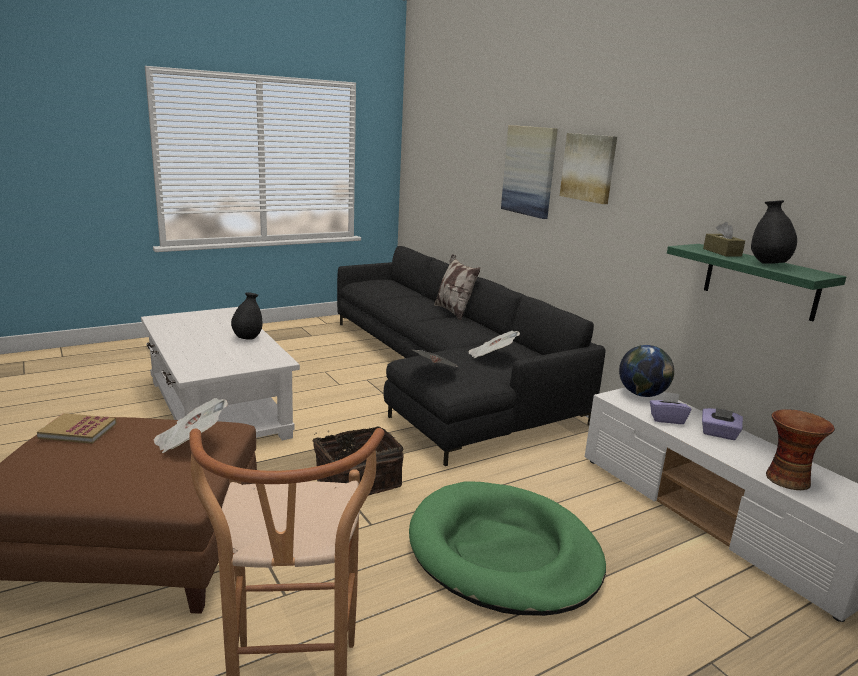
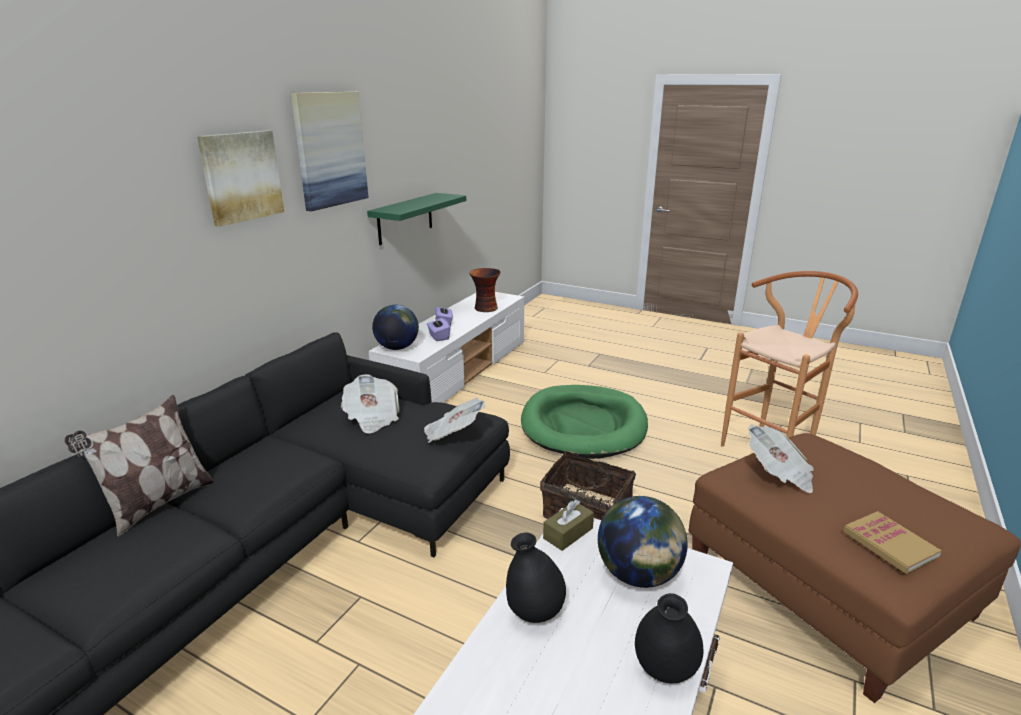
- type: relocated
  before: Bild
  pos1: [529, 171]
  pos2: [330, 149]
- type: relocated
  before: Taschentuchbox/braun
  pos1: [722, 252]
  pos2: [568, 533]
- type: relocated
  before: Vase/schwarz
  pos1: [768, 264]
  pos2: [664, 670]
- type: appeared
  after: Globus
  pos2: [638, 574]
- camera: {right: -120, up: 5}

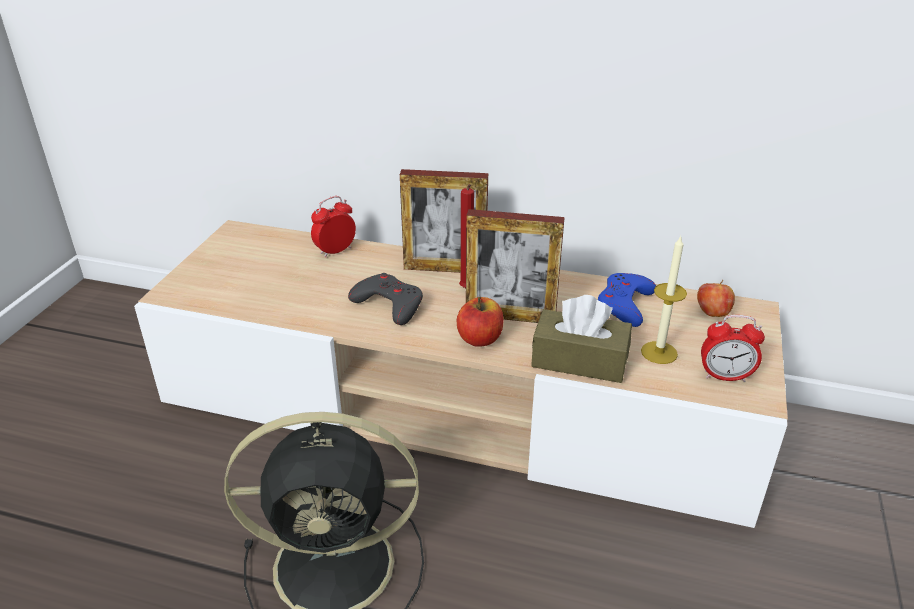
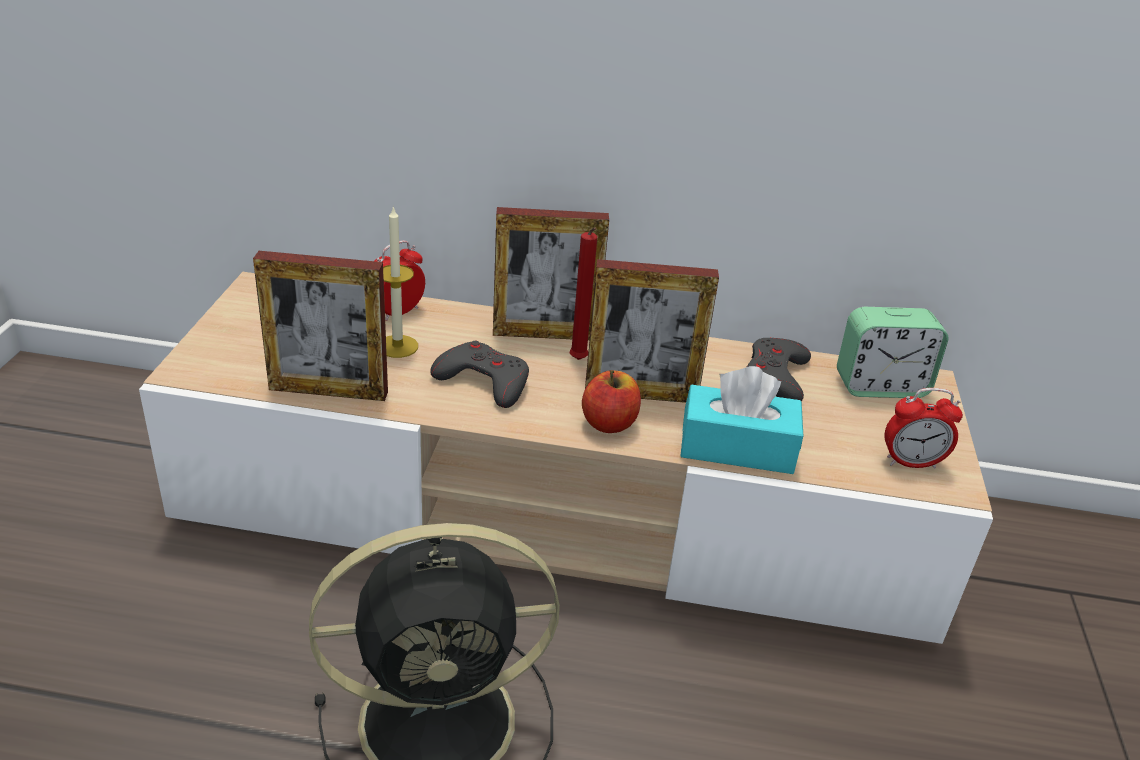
- type: colour
  before: Taschentuchbox/braun
  after: Taschentuchbox/türkis
  pos1: [579, 360]
  pos2: [737, 448]
- type: colour
  before: Gamepad/blau
  after: Gamepad/grau
  pos1: [625, 304]
  pos2: [776, 376]
- type: relocated
  before: Kerze
  pos1: [659, 352]
  pos2: [397, 346]
- type: exchanged
  before: Apfel
  after: Wecker
  pos1: [712, 313]
  pos2: [880, 386]
- type: appeared
  after: Bilderrahmen
  pos2: [328, 391]
- camera: {right: -10, up: 0}

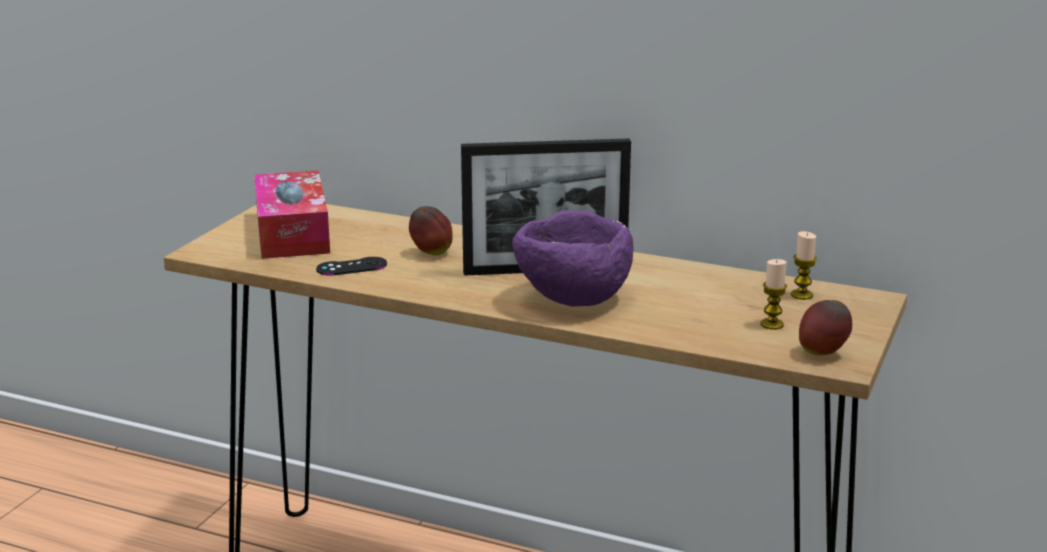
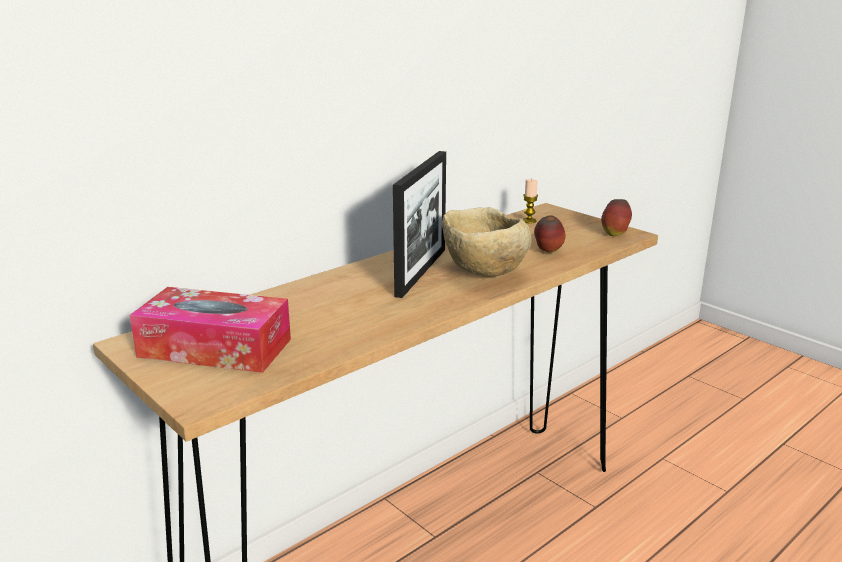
- type: missing
  before: Gamepad/schwarz
  pos1: [351, 267]
- type: relocated
  before: Apfel
  pos1: [431, 253]
  pos2: [548, 252]
- type: colour
  before: Schüssel/lila
  after: Schüssel/beige
  pos1: [572, 299]
  pos2: [483, 274]
- type: missing
  before: Kerze
  pos1: [771, 324]
- camera: {right: -65, up: 0}

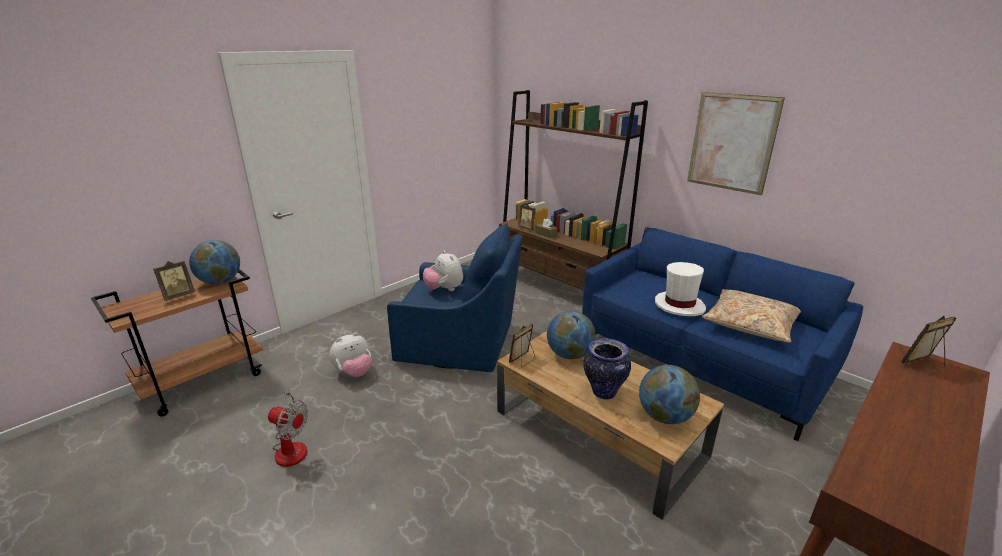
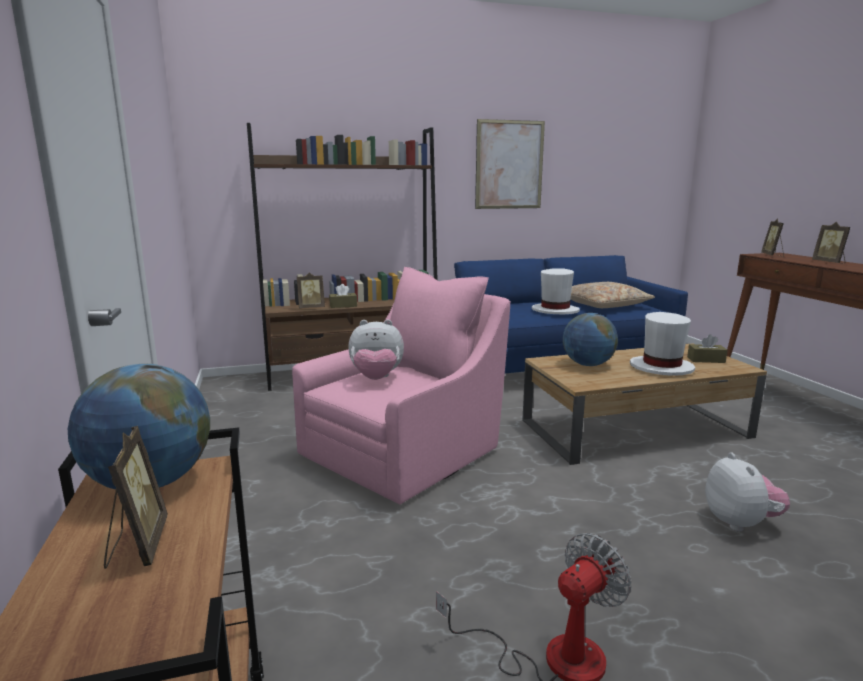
- type: relocated
  before: Plüschtier
  pos1: [354, 372]
  pos2: [740, 523]
- type: colour
  before: Sessel/blau
  after: Sessel/rosa
  pos1: [461, 343]
  pos2: [406, 451]
- type: relocated
  before: Bilderrahmen
  pos1: [523, 360]
  pos2: [829, 262]
- type: exchanged
  before: Vase
  after: Hut/weiß
  pos1: [603, 392]
  pos2: [661, 368]
- type: exchanged
  before: Globus
  after: Taschentuchbox/braun
  pos1: [664, 416]
  pos2: [706, 360]
- camera: {right: -60, up: -10}

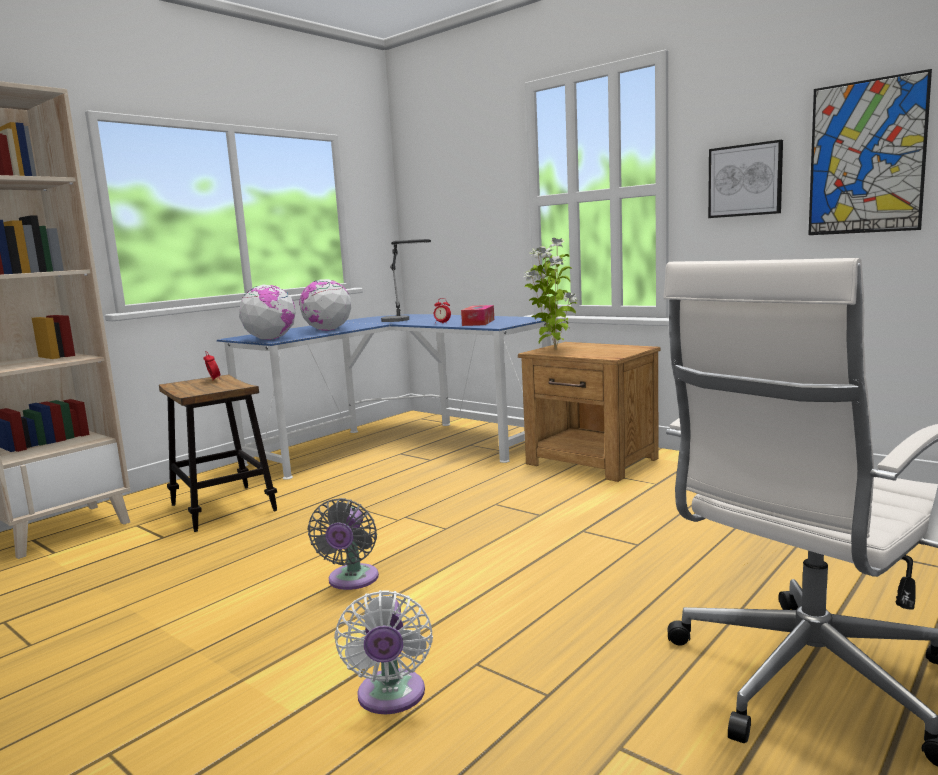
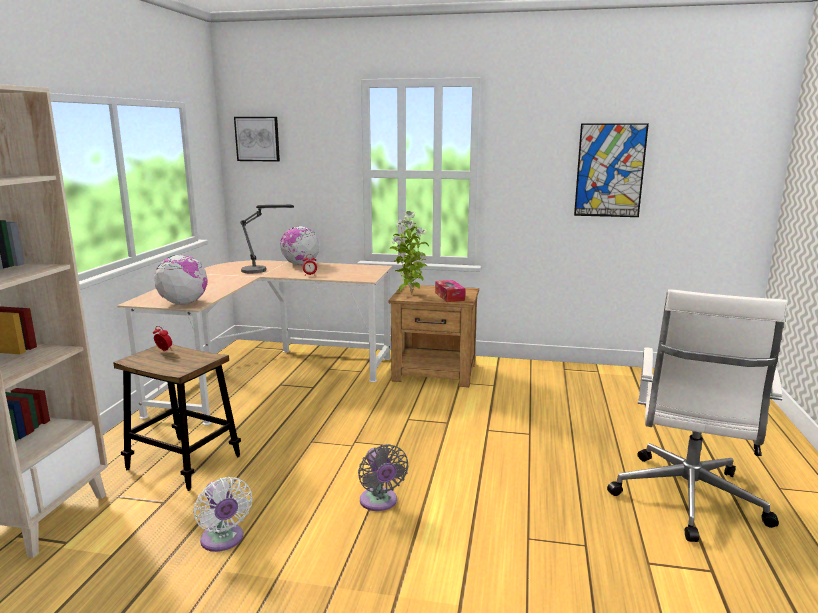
- type: colour
  before: Schreibtisch/blau
  after: Schreibtisch/beige
  pos1: [399, 444]
  pos2: [267, 375]
- type: relocated
  before: Globus
  pos1: [327, 330]
  pos2: [300, 264]
- type: relocated
  before: Ventilator/weiß
  pos1: [390, 698]
  pos2: [223, 540]
- type: relocated
  before: Taschentuchbox
  pos1: [478, 322]
  pos2: [449, 296]
- type: relocated
  before: Bild
  pos1: [745, 180]
  pos2: [257, 139]
- camera: {right: -30, up: 5}

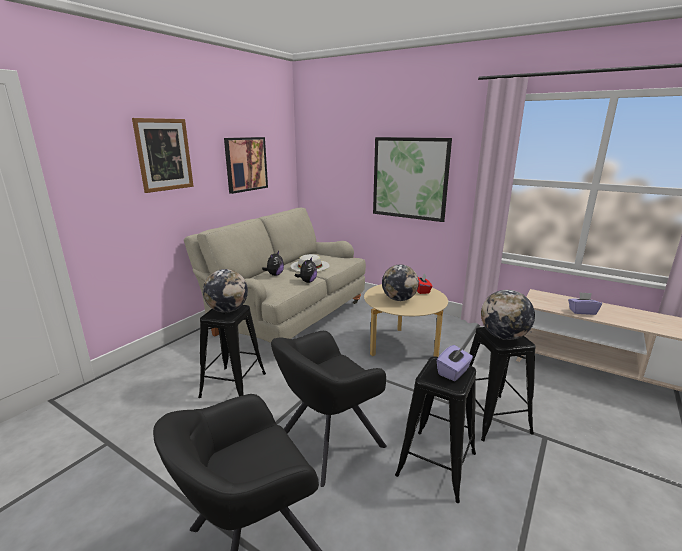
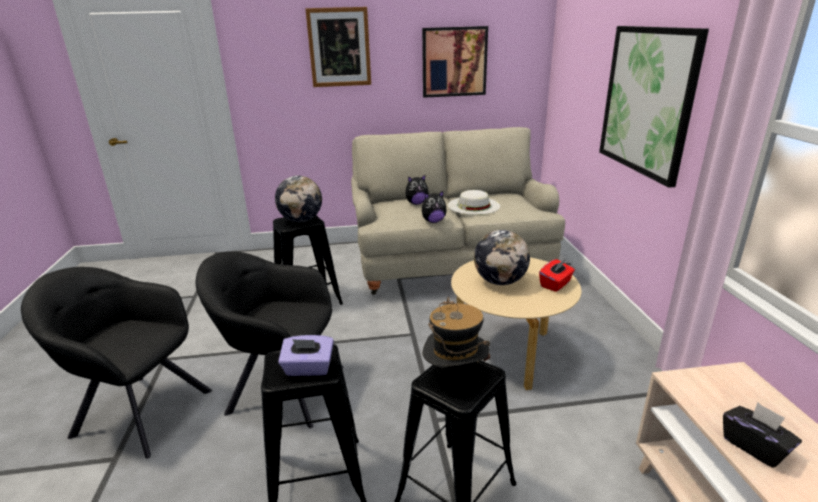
- type: exchanged
  before: Globus
  after: Hut
  pos1: [503, 336]
  pos2: [455, 376]
- type: colour
  before: Taschentuchbox/lila
  after: Taschentuchbox/schwarz
  pos1: [582, 311]
  pos2: [754, 447]
- camera: {right: 50, up: 5}

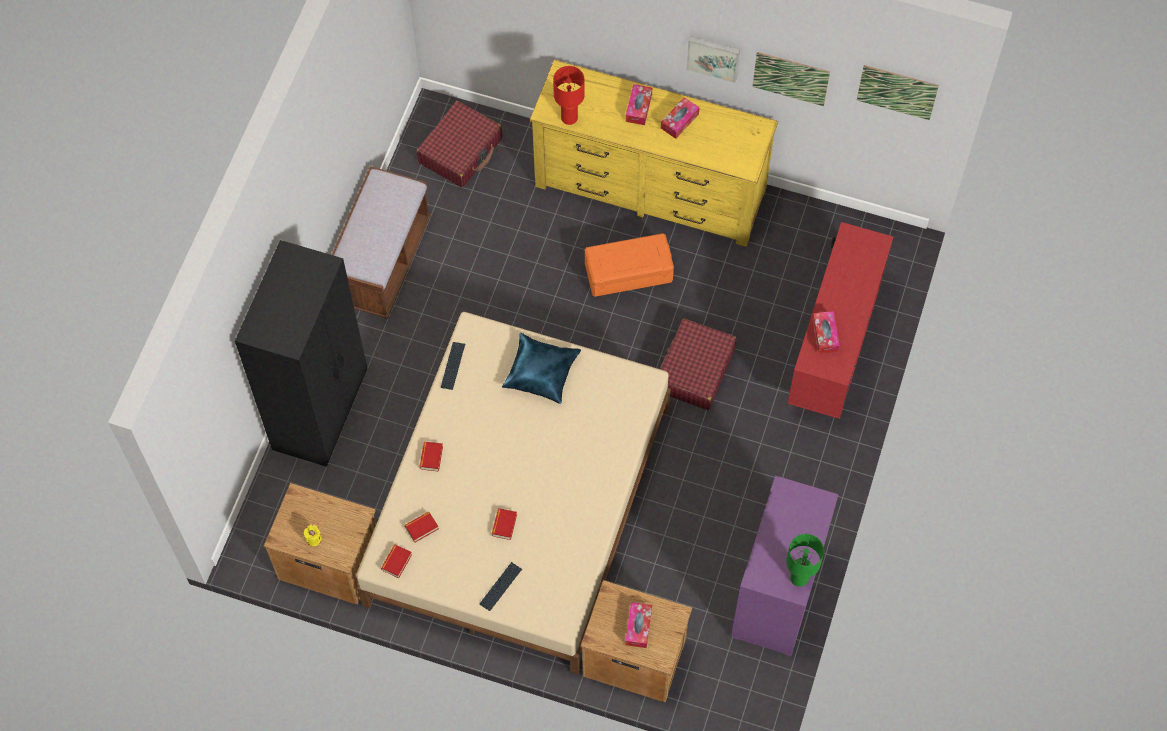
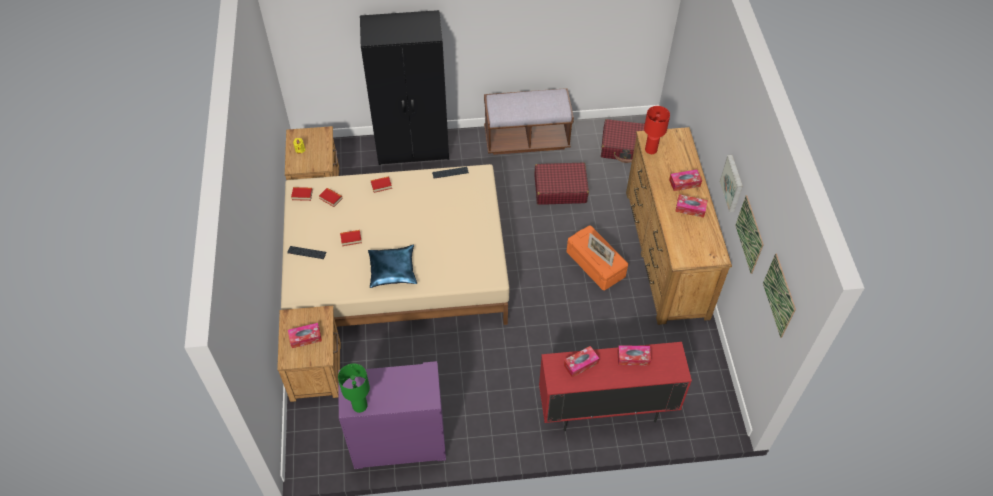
- type: relocated
  before: Kissen/blau
  pos1: [540, 372]
  pos2: [392, 270]
- type: colour
  before: Kommode/gelb
  after: Kommode/braun
  pos1: [650, 188]
  pos2: [666, 253]
- type: relocated
  before: Koffer/rot
  pos1: [694, 370]
  pos2: [560, 189]
- type: appeared
  after: Bilderrahmen
  pos2: [599, 256]
- type: appeared
  after: Taschentuchbox
  pos2: [633, 358]
- camera: {right: 65, up: -10}

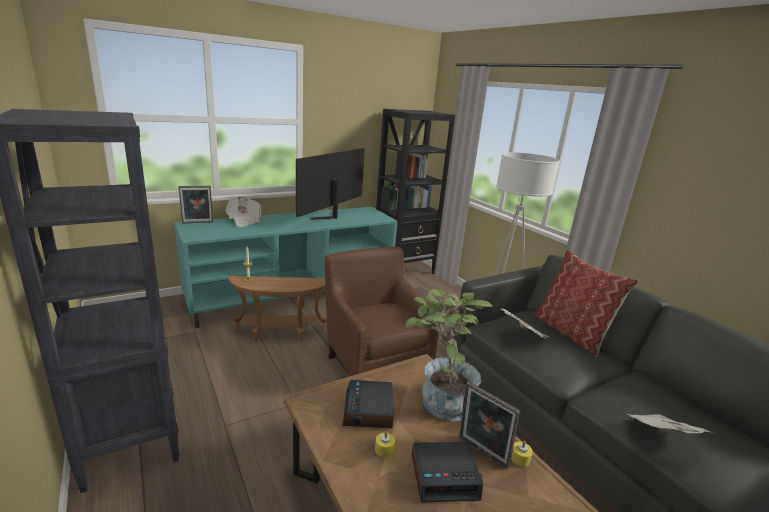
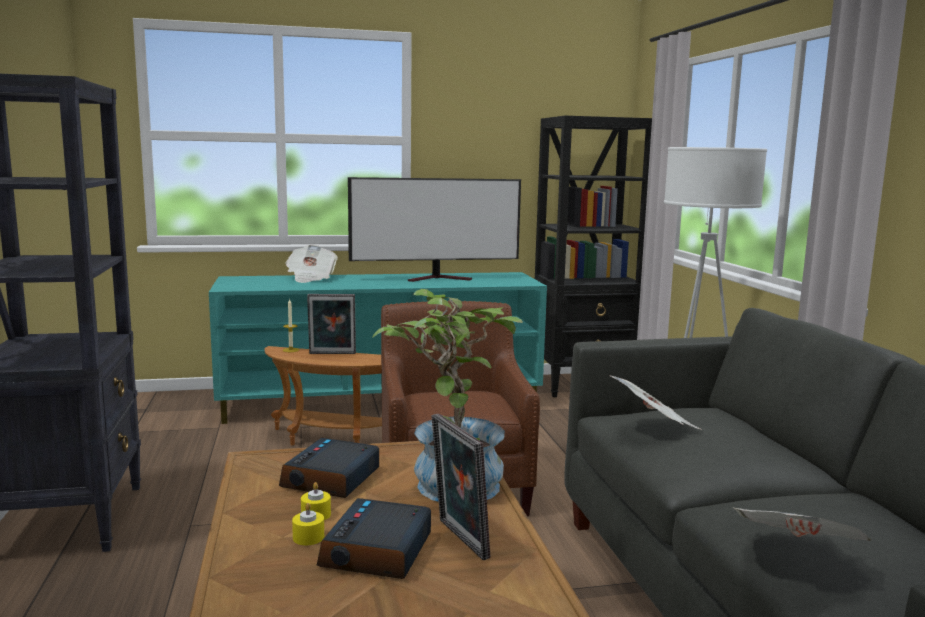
- type: relocated
  before: Bilderrahmen
  pos1: [197, 223]
  pos2: [332, 354]
- type: spun
  before: Fernseher
  pos1: [329, 217]
  pos2: [440, 279]
  turn: -150
- type: spun
  before: Wecker
  pos1: [444, 476]
  pos2: [377, 551]
  turn: 90
- type: relocated
  before: Kerze/gelb
  pos1: [520, 458]
  pos2: [308, 537]
- type: missing
  before: Kissen
  pos1: [571, 333]
- camera: {right: 20, up: -10}

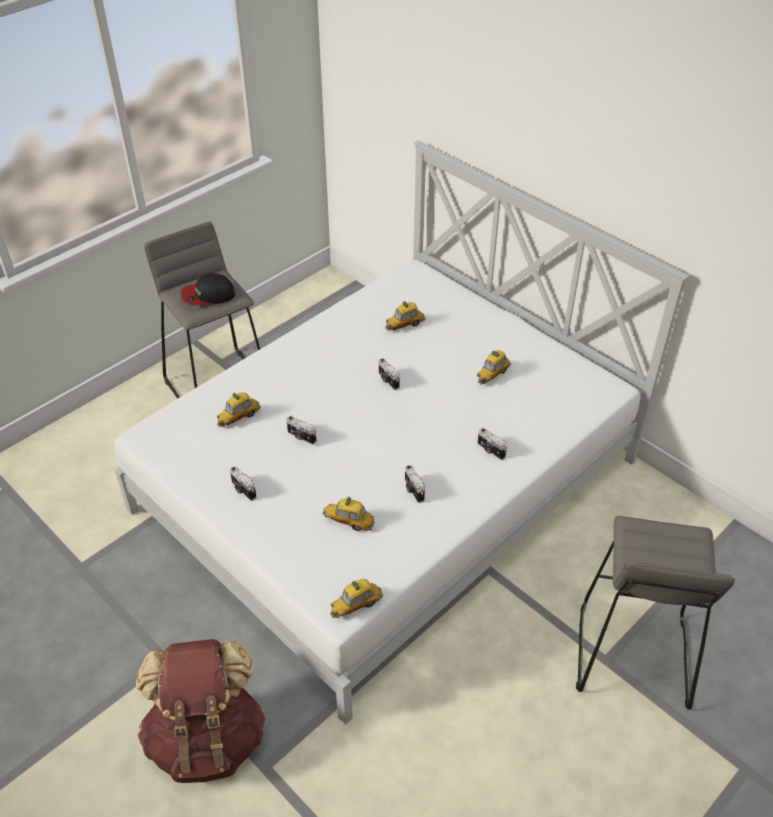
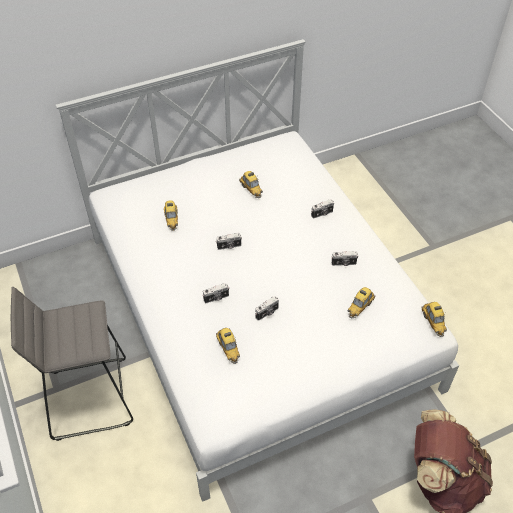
- type: missing
  before: Kappe
  pos1: [208, 295]
- type: relocated
  before: Kamera
  pos1: [243, 490]
  pos2: [216, 298]
- type: missing
  before: Hocker/grau
  pos1: [631, 655]
- camera: {right: -70, up: 5}

